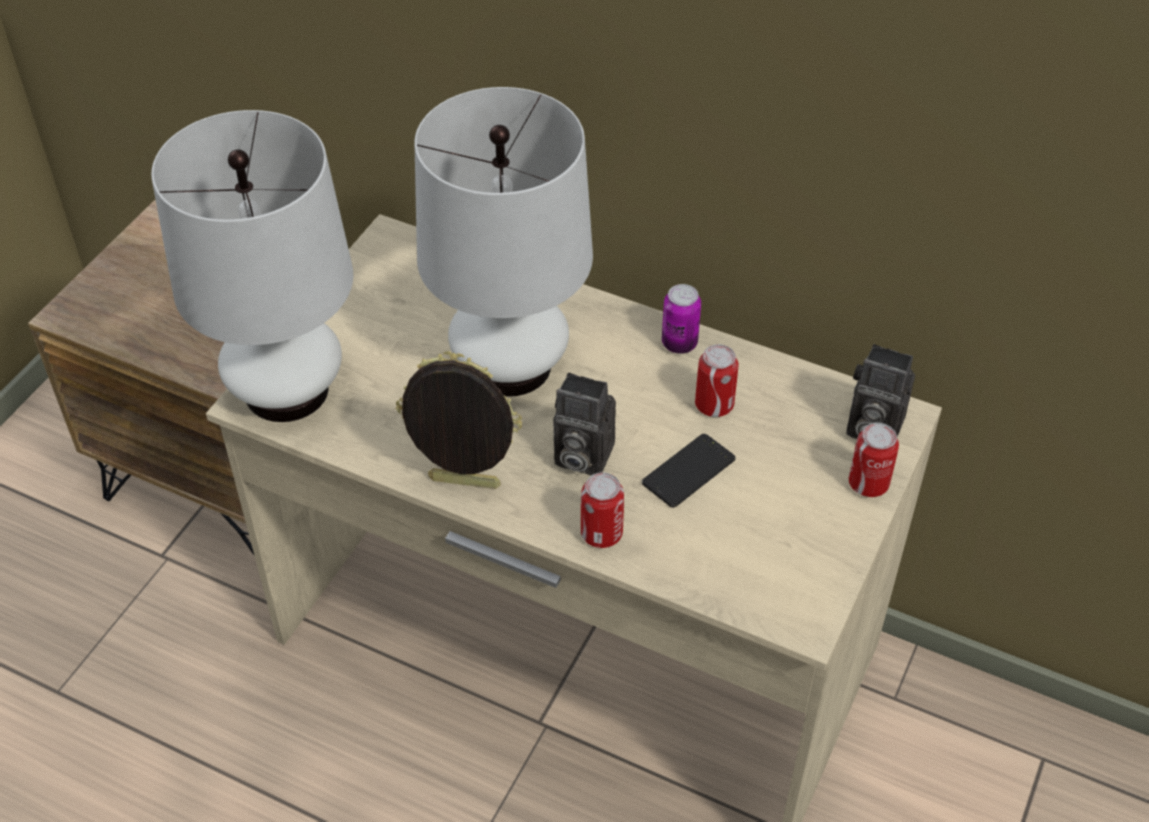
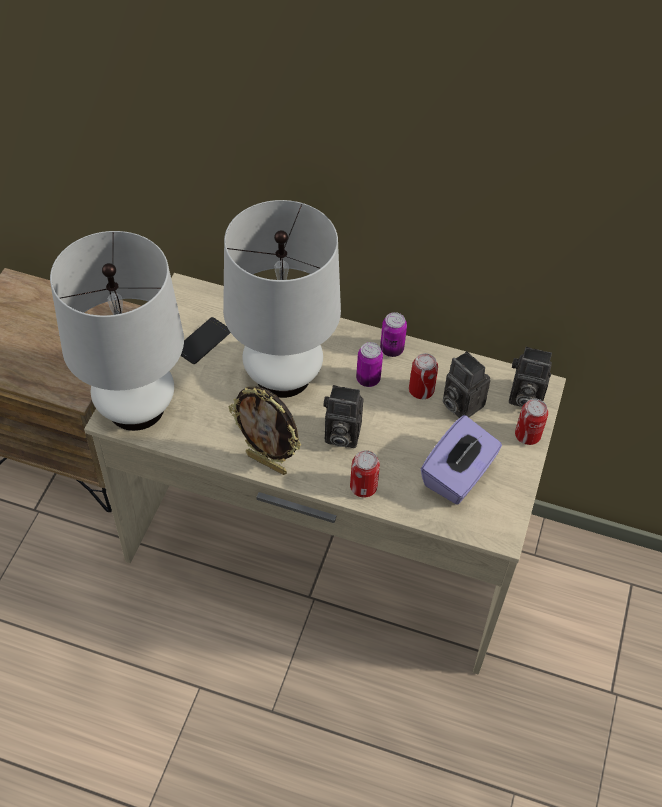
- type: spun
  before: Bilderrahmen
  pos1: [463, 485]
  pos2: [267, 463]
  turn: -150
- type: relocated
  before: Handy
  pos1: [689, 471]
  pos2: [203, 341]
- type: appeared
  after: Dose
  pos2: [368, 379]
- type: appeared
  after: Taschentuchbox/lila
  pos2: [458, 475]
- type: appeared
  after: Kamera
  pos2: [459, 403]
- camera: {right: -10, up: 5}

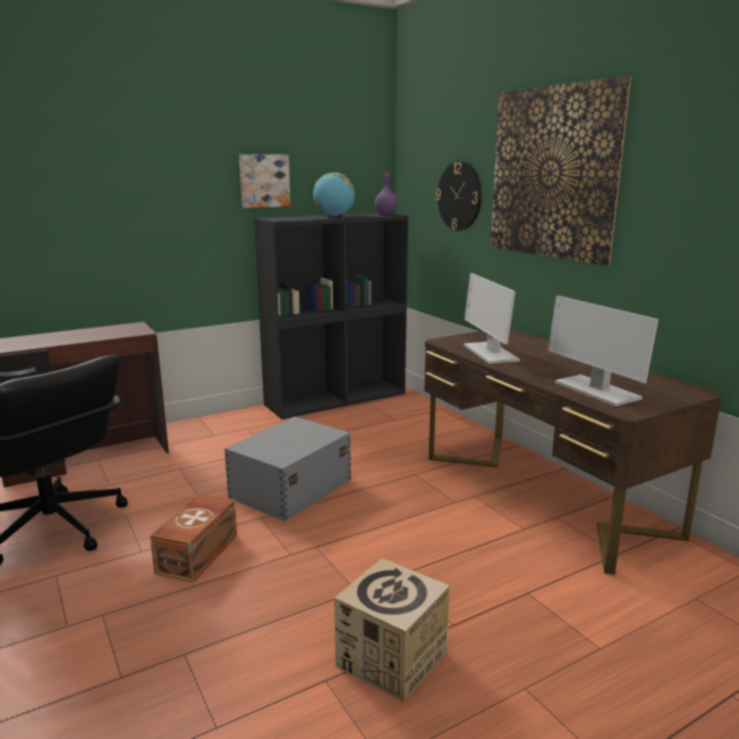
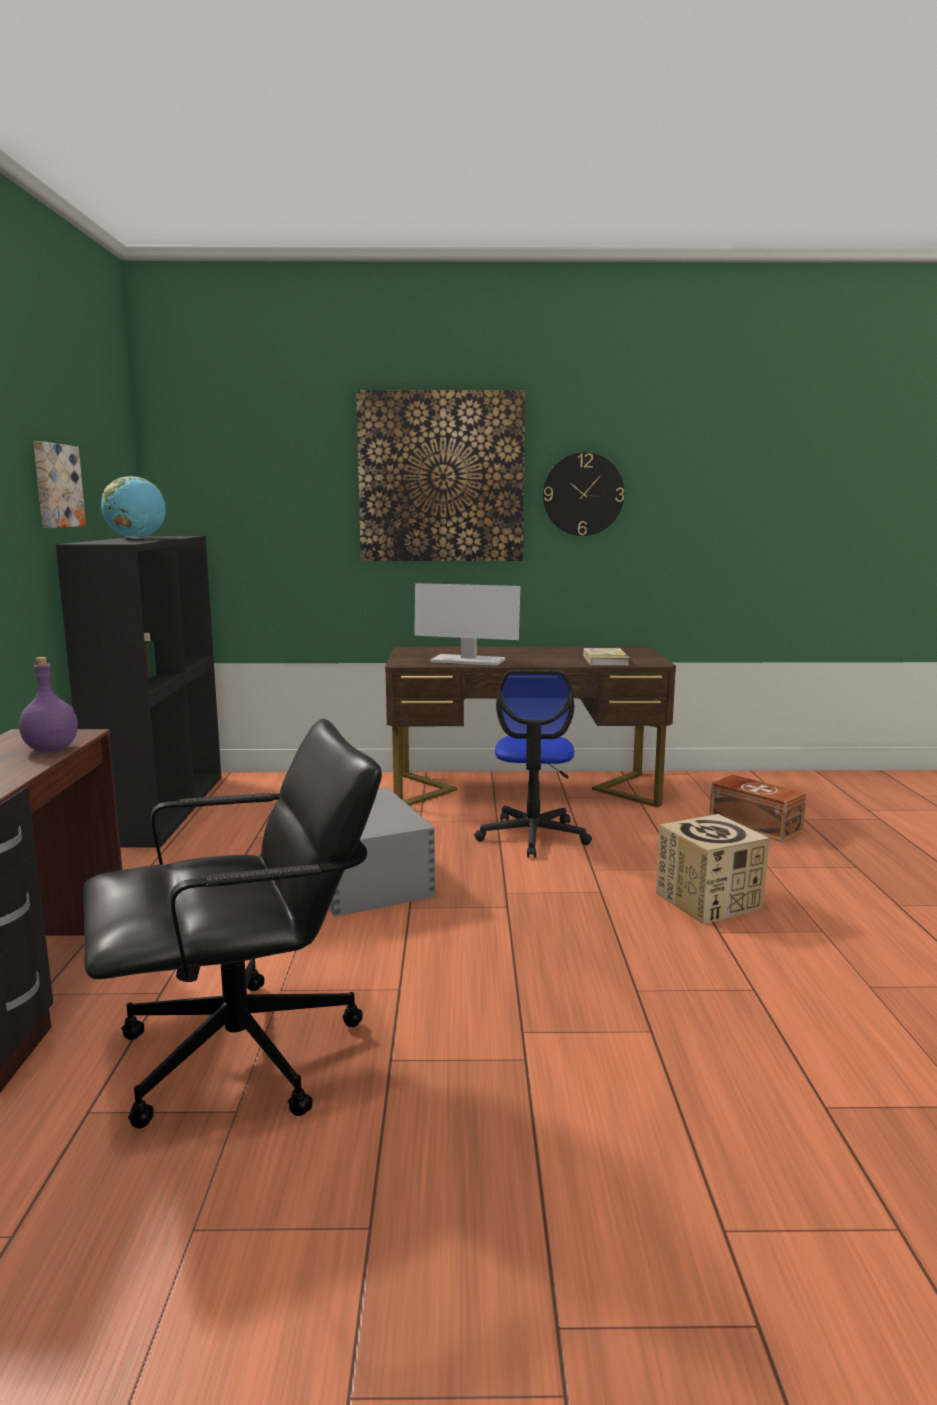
- type: relocated
  before: Aufbewahrungsbox/braun
  pos1: [199, 553]
  pos2: [754, 825]
- type: relocated
  before: Flasche/lila
  pos1: [386, 214]
  pos2: [50, 749]
- type: relocated
  before: Wanduhr
  pos1: [459, 196]
  pos2: [583, 494]
- type: exchanged
  before: Monitor
  after: Buch
  pos1: [595, 390]
  pos2: [605, 660]
- type: appeared
  after: Bürostuhl
  pos2: [533, 836]
- camera: {right: -60, up: -5}

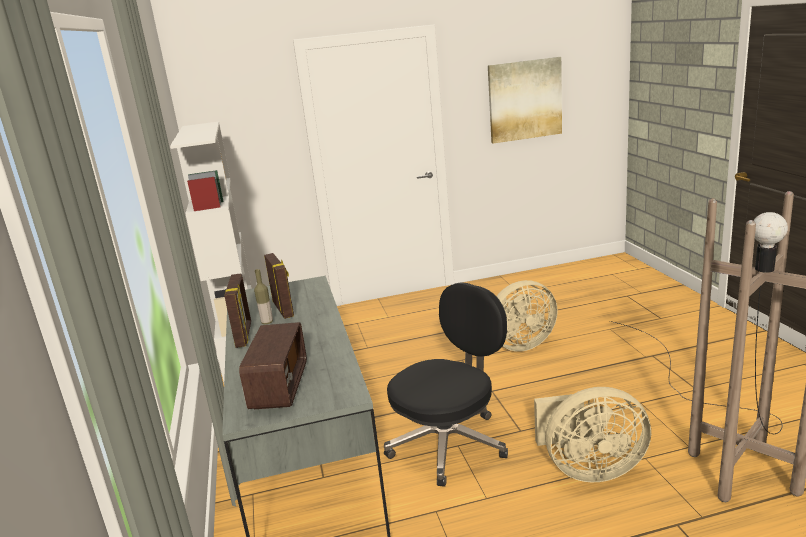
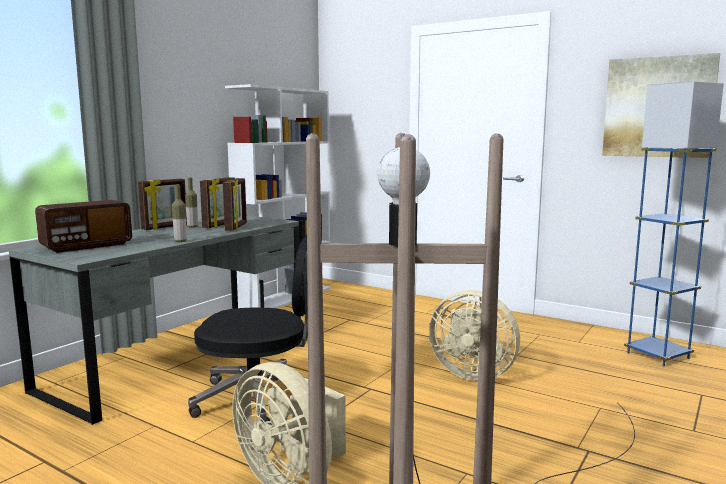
- type: appeared
  after: Flasche
  pos2: [180, 241]
- type: appeared
  after: Bilderrahmen
  pos2: [236, 227]
- type: appeared
  after: Stehlampe/blau
  pos2: [658, 355]
- camera: {right: 45, up: -10}

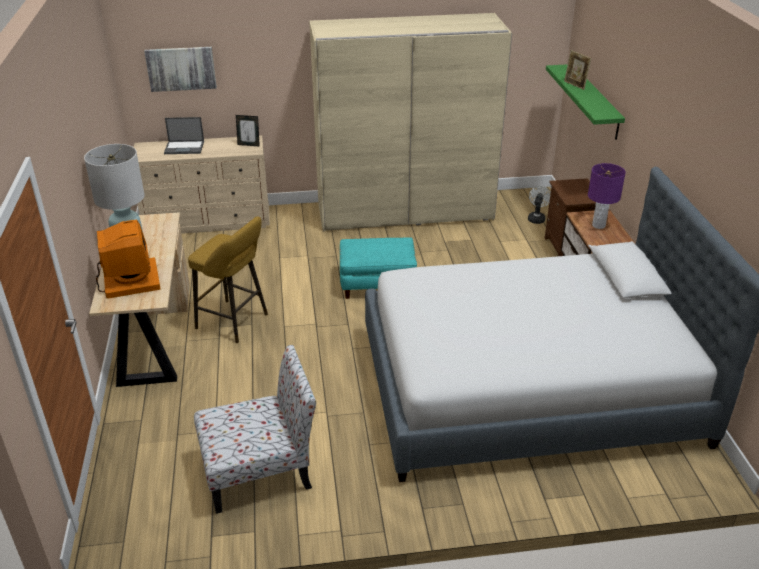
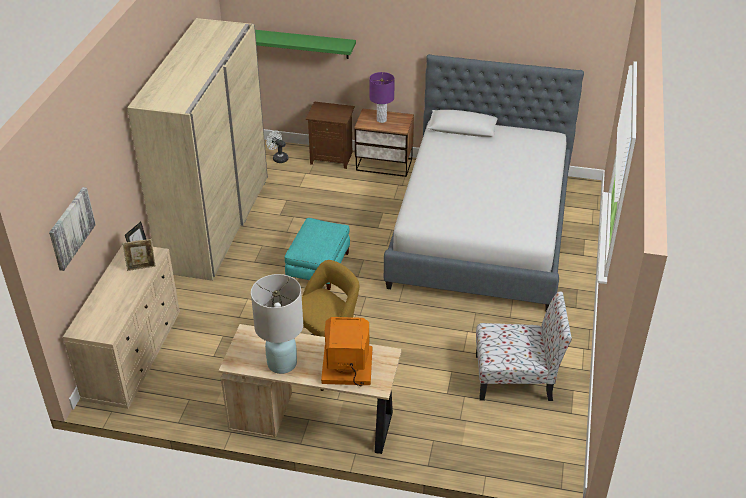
- type: missing
  before: Laptop
  pos1: [185, 147]
- type: spun
  before: Stuhl
  pos1: [260, 470]
  pos2: [516, 378]
  turn: 90
- type: relocated
  before: Bilderrahmen
  pos1: [575, 85]
  pos2: [141, 267]
- camera: {right: -70, up: 5}

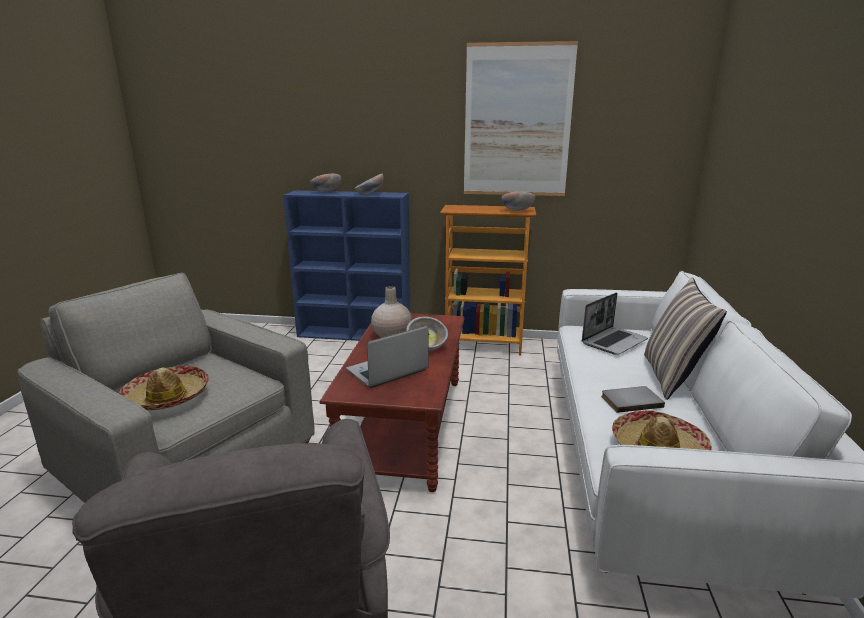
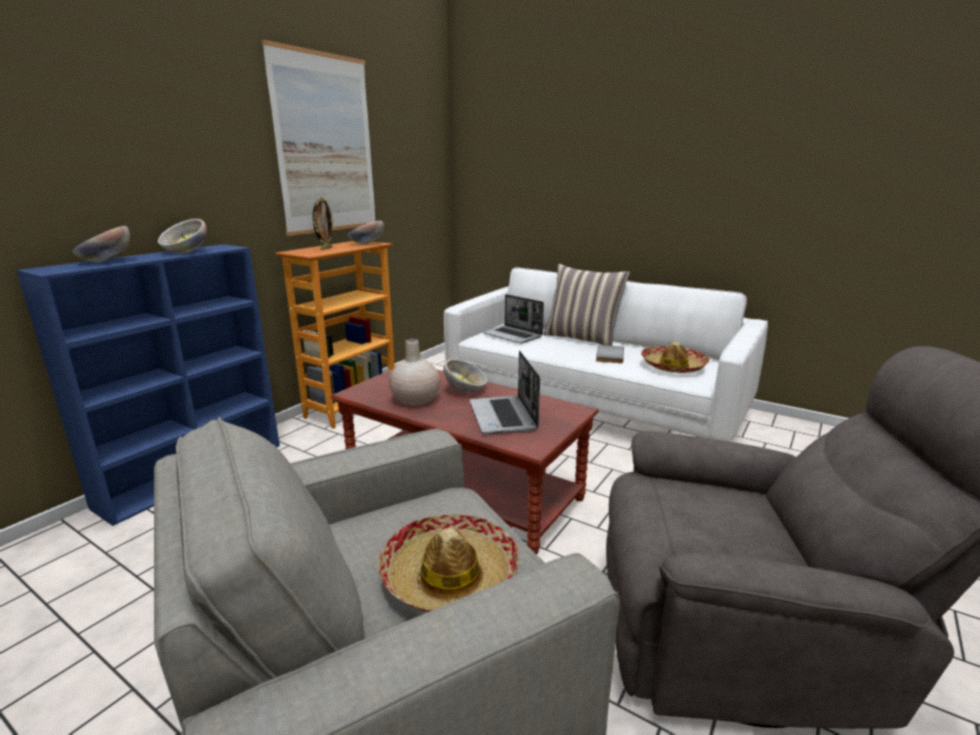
- type: spun
  before: Laptop
  pos1: [614, 341]
  pos2: [513, 335]
  turn: 150
- type: appeared
  after: Bilderrahmen
  pos2: [325, 249]
- camera: {right: -65, up: 0}

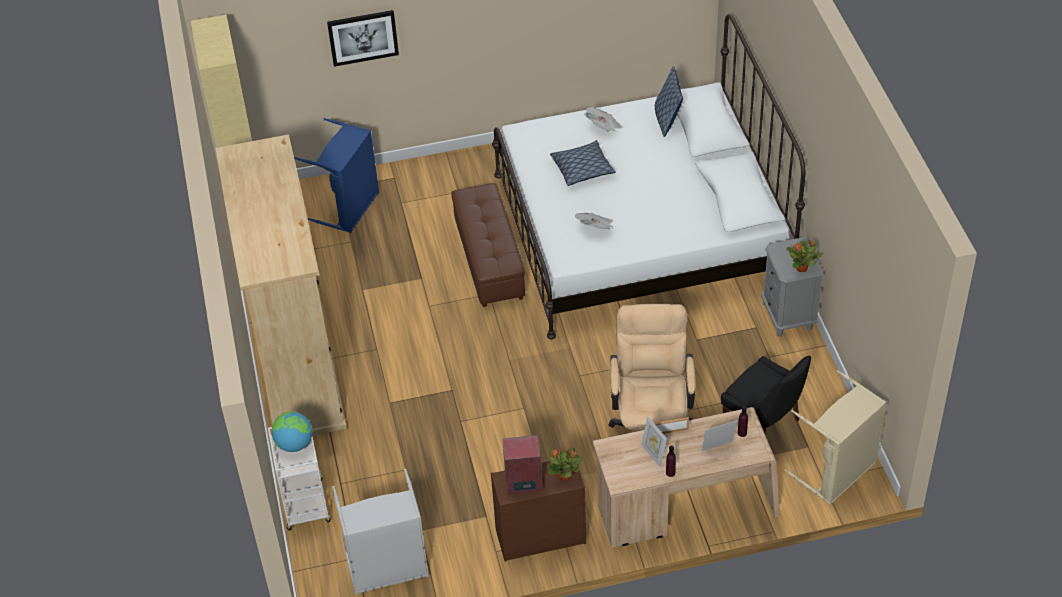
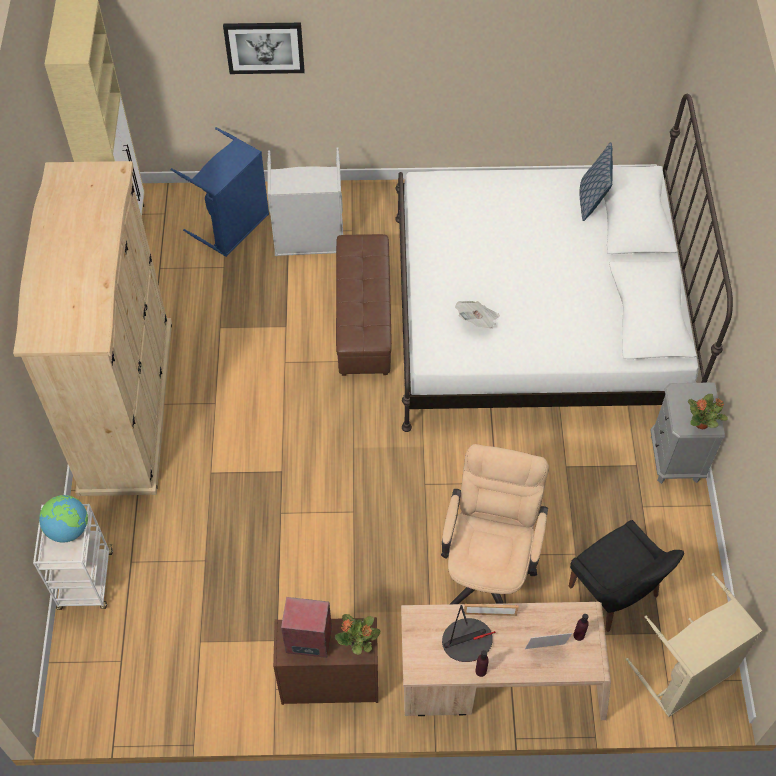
- type: relocated
  before: Wäschekorb/grau
  pos1: [387, 569]
  pos2: [309, 240]
- type: missing
  before: Kissen
  pos1: [582, 169]
- type: missing
  before: Zeitung
  pos1: [603, 127]
- type: exchanged
  before: Bilderrahmen
  after: Tischlampe
  pos1: [653, 454]
  pos2: [467, 641]
- camera: {right: 10, up: 10}

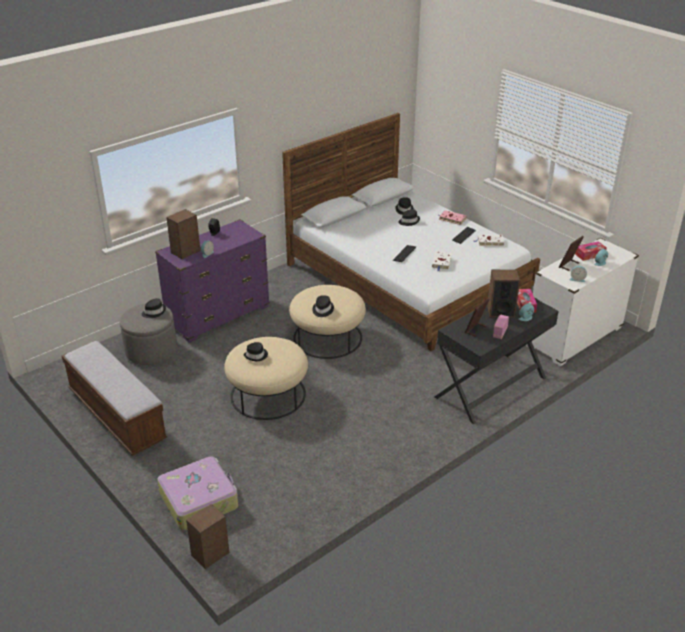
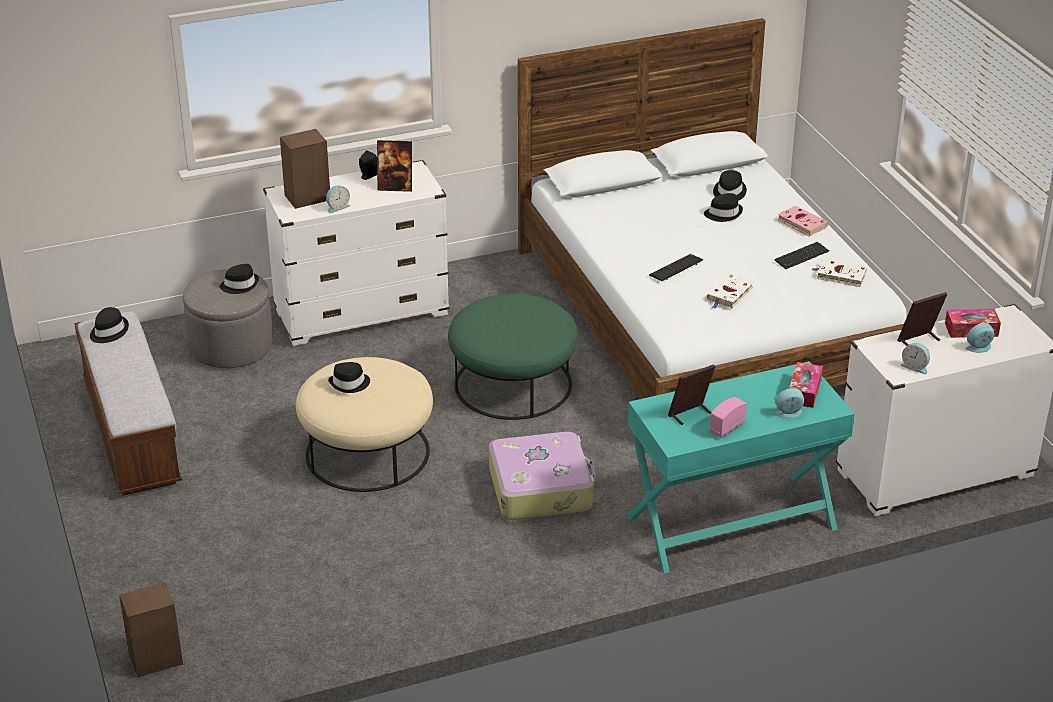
- type: colour
  before: Kommode/lila
  after: Kommode/weiß
  pos1: [218, 315]
  pos2: [362, 313]
- type: relocated
  before: Koffer
  pos1: [199, 500]
  pos2: [541, 488]
- type: colour
  before: Polsterhocker/beige
  after: Polsterhocker/grün
  pos1: [327, 337]
  pos2: [513, 384]
- type: relocated
  before: Hut/schwarz
  pos1: [322, 310]
  pos2: [108, 331]
- type: colour
  before: Schreibtisch/schwarz
  after: Schreibtisch/türkis
  pos1: [491, 387]
  pos2: [732, 523]
- type: missing
  before: Lautsprecher
  pos1: [500, 311]
- type: appeared
  after: Bilderrahmen
  pos2: [395, 187]
- camera: {right: 20, up: 0}

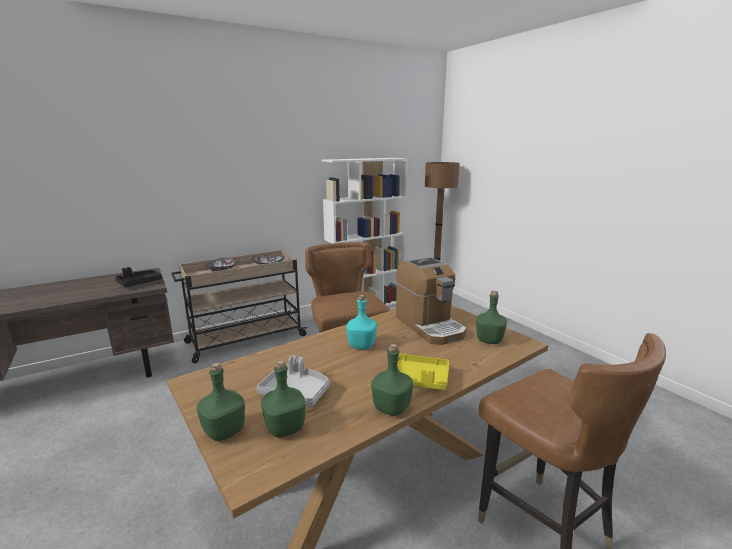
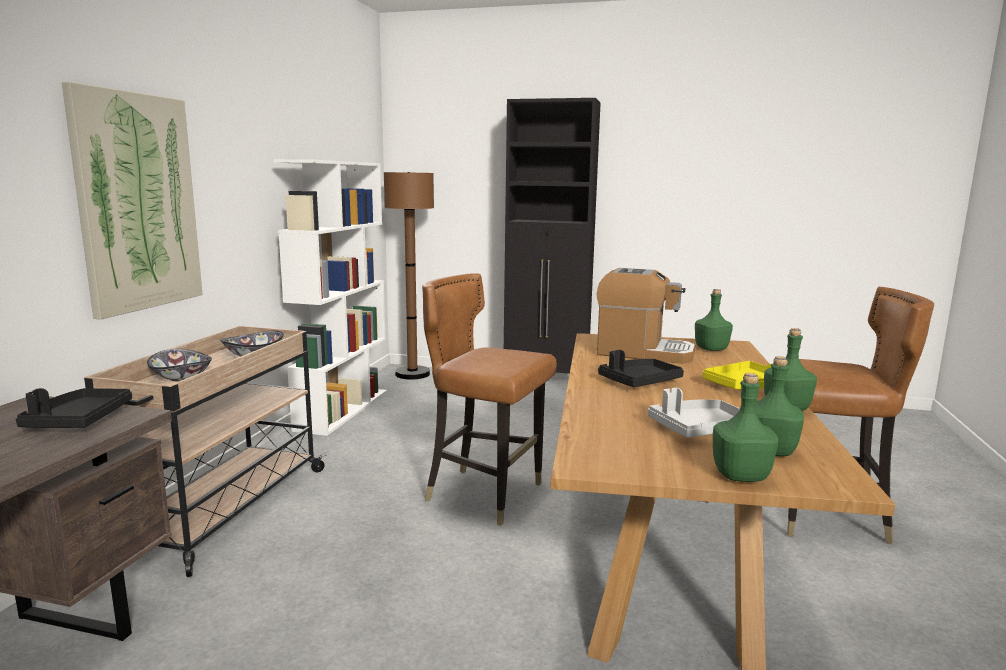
- type: exchanged
  before: Flasche/türkis
  after: Tablett/schwarz
  pos1: [362, 346]
  pos2: [639, 382]
- type: appeared
  after: Bild
  pos2: [137, 202]
- type: appeared
  after: Schrank/schwarz
  pos2: [547, 384]
- camera: {right: -45, up: -5}

